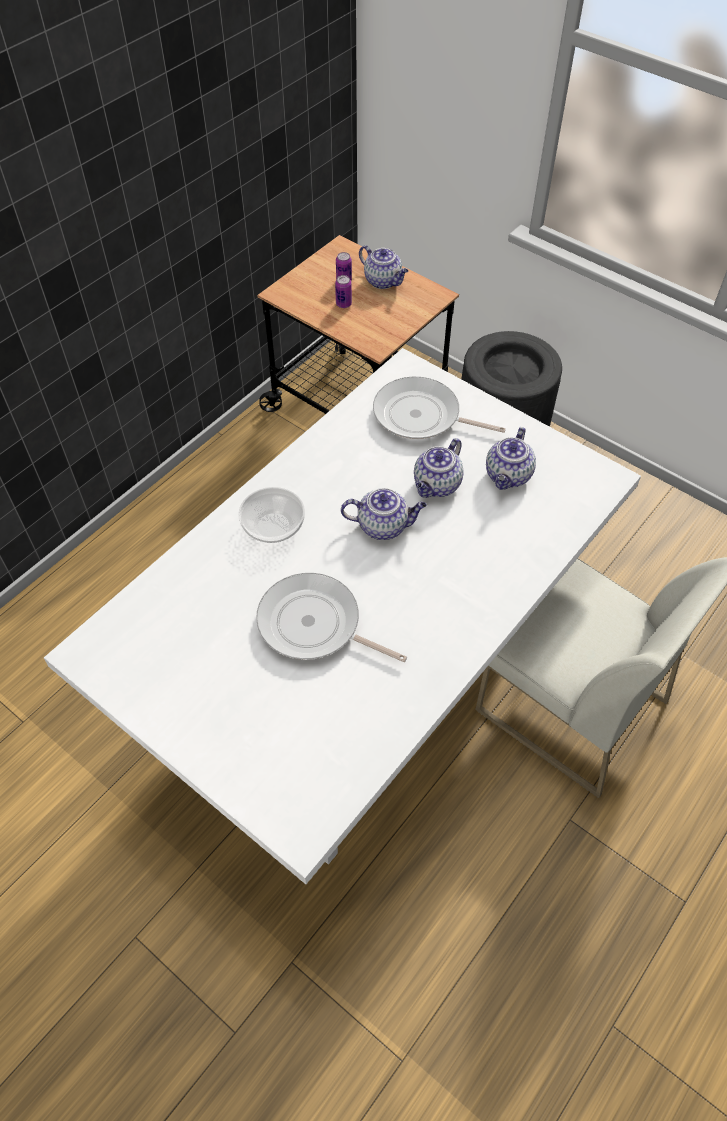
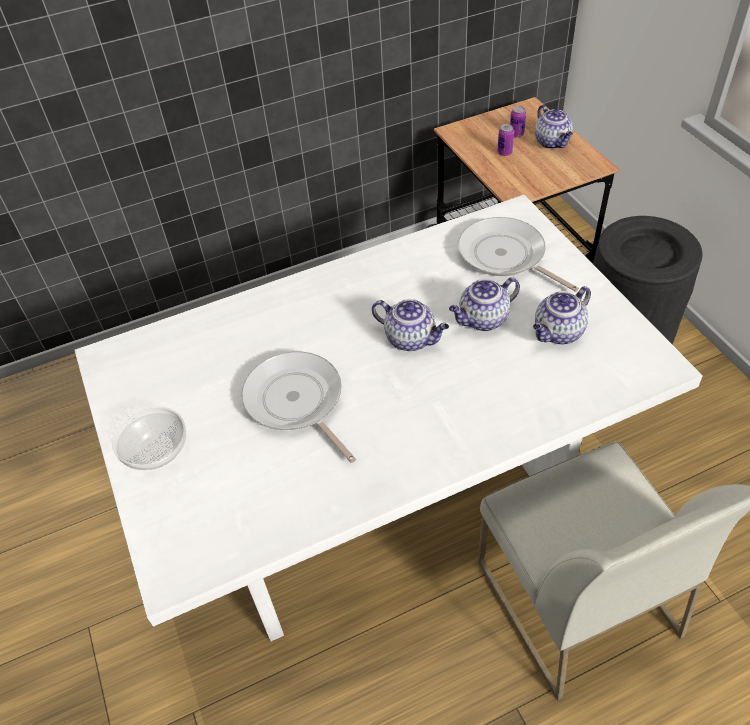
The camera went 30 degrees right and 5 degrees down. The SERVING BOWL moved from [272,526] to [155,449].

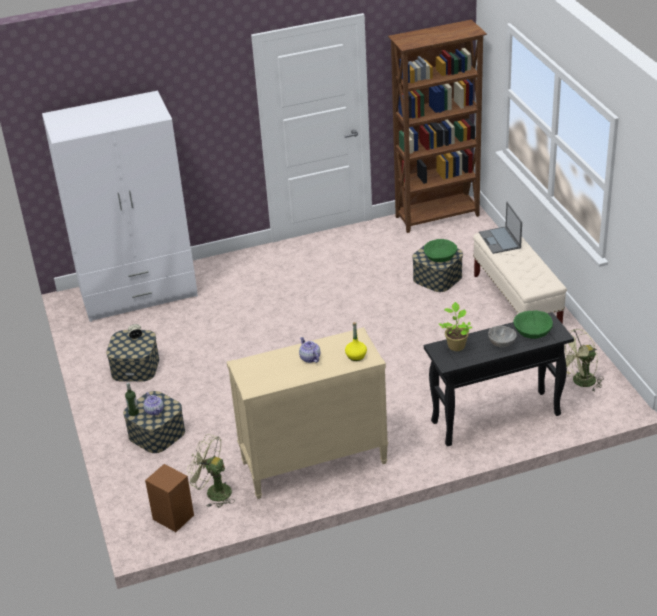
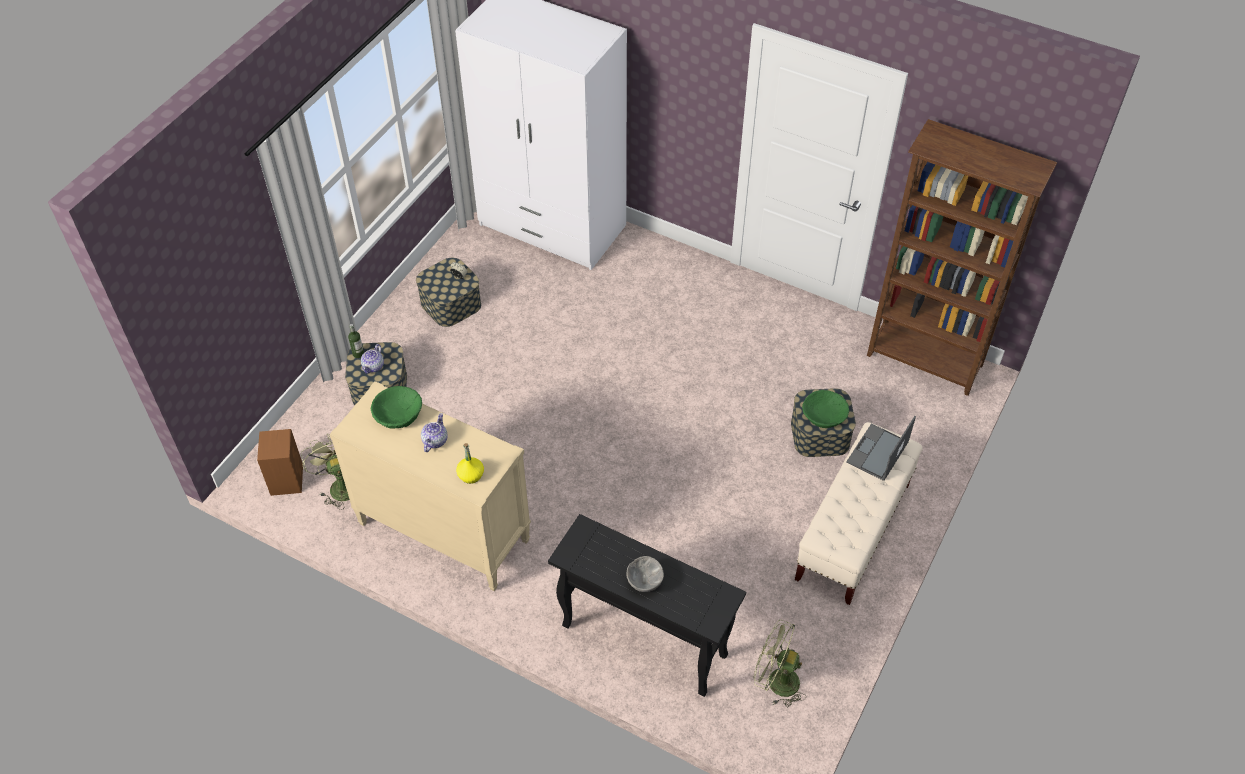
The camera went 45 degrees right and 15 degrees up. The POTTED PLANT at [456,345] disappeared. The GREEN-COLOURED SERVING BOWL moved from [532,331] to [398,414].

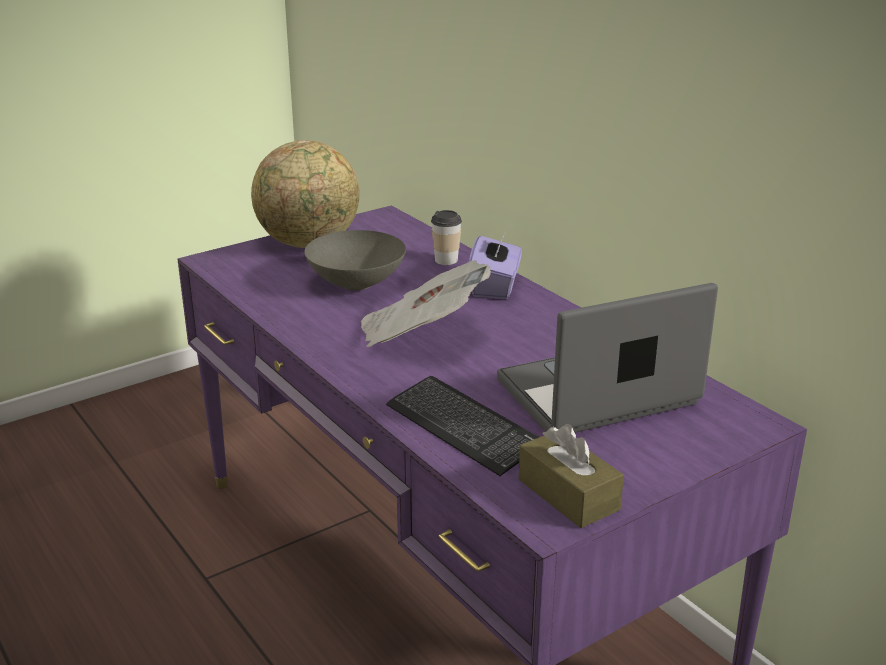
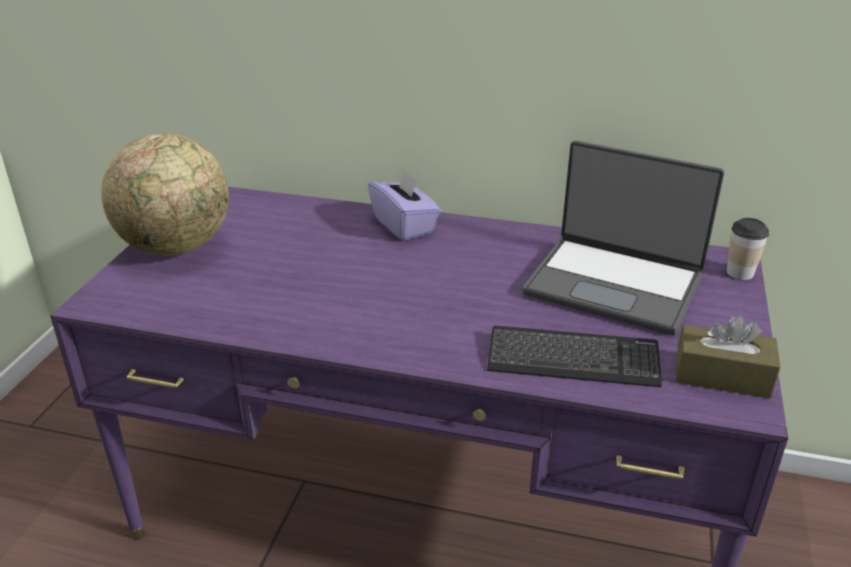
The camera went 40 degrees left and 5 degrees up. The GREY SERVING BOWL at [357,284] disappeared. The DAILY PAPER at [420,335] disappeared. The CUP moved from [446,260] to [740,272]. The NOTEBOOK COMPUTER at [598,395] turned 90 degrees counterclockwise.

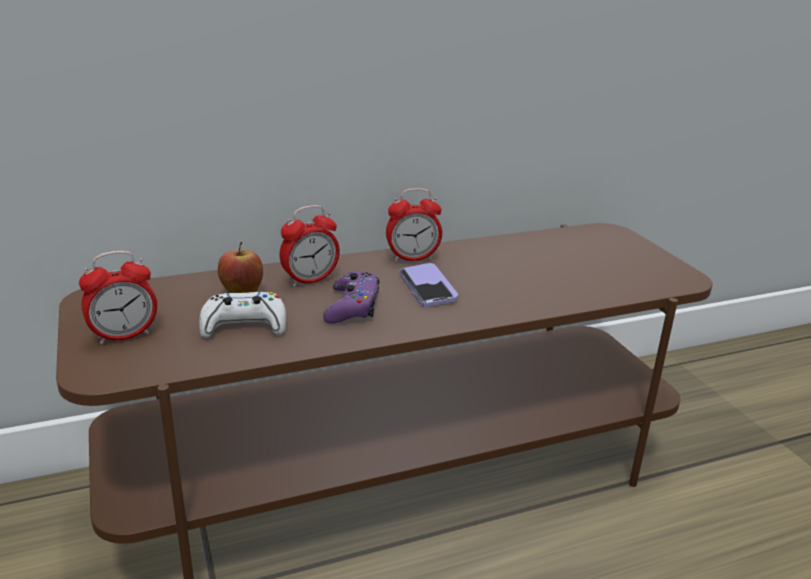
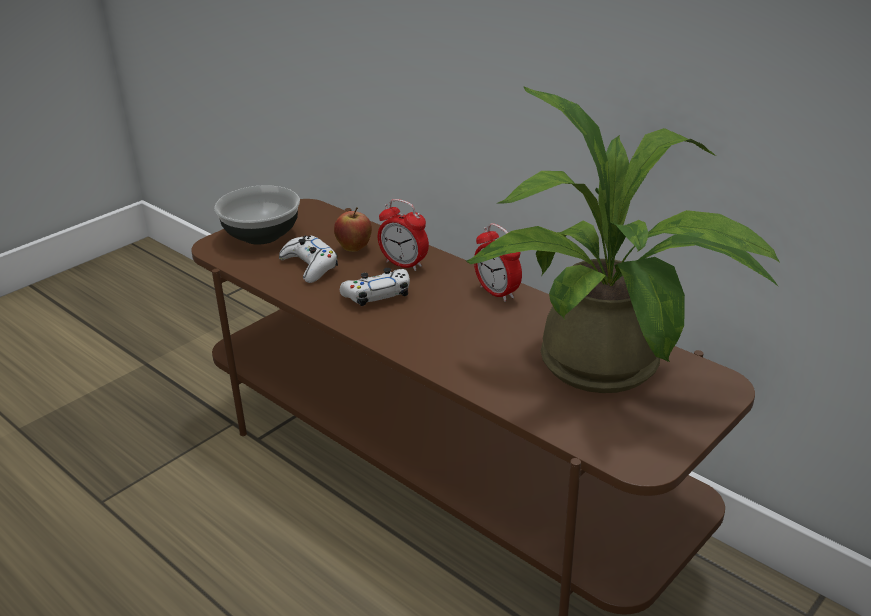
The camera went 65 degrees right and 5 degrees up. The PHONE at [427,287] disappeared. The POTTED PLANT at [609,372] appeared. The TABLE CLOCK at [124,336] was replaced by the SERVING BOWL at [262,235]. The PURPLE GAME CONTROLLER at [352,306] became the WHITISH GAME CONTROLLER at [377,294].

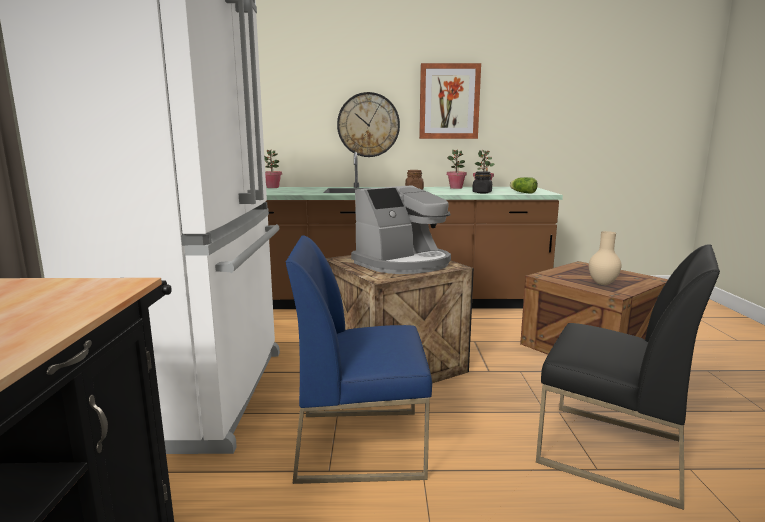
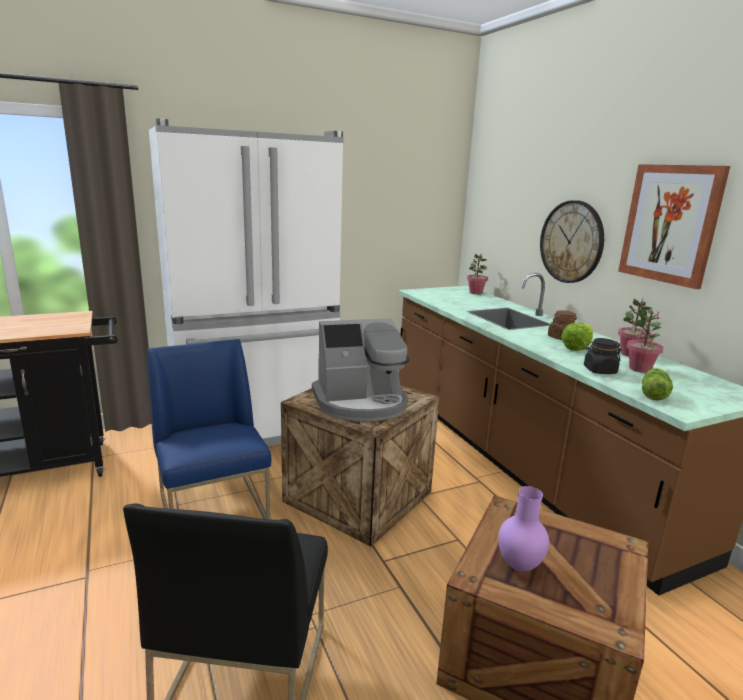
The camera went 65 degrees right and 5 degrees up. The LETTUCE at [576,347] appeared. The SAND-COLOURED FLOWER VASE at [603,283] became the PURPLE FLOWER VASE at [520,566]. The COFFEE BREWER at [403,263] turned 45 degrees counterclockwise.

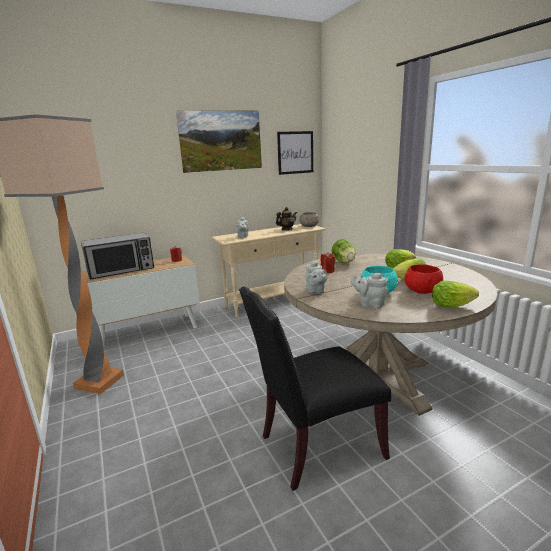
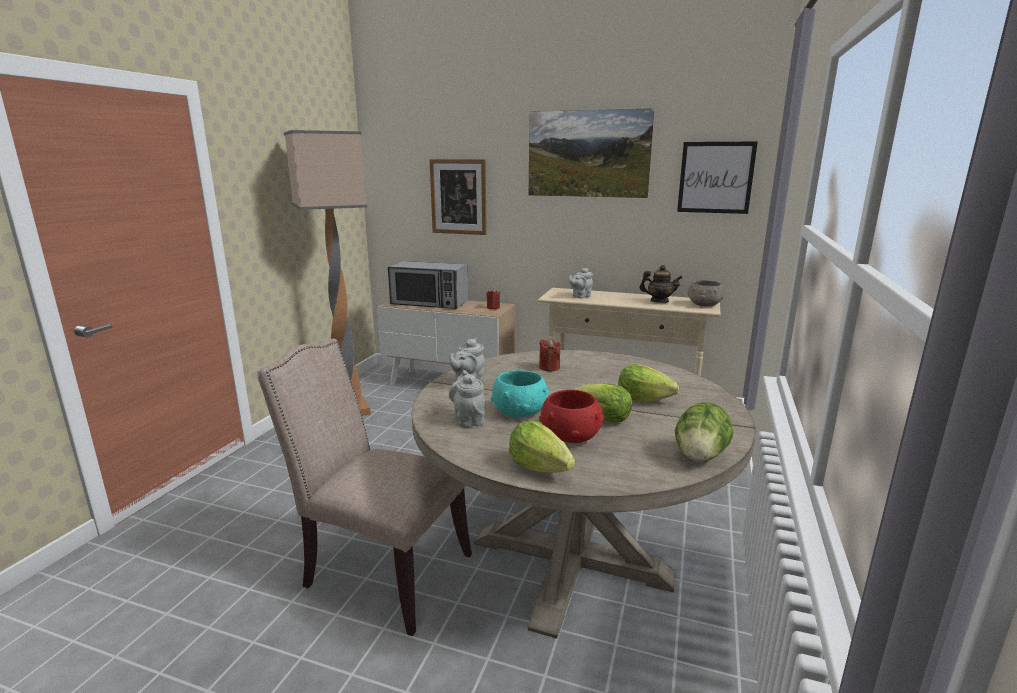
The camera went 45 degrees right and 0 degrees up. The WALL ART at [458,197] appeared. The LETTUCE moved from [344,262] to [700,456]. The BLACKISH CHAIR at [316,446] became the SAND-COLOURED CHAIR at [381,571].

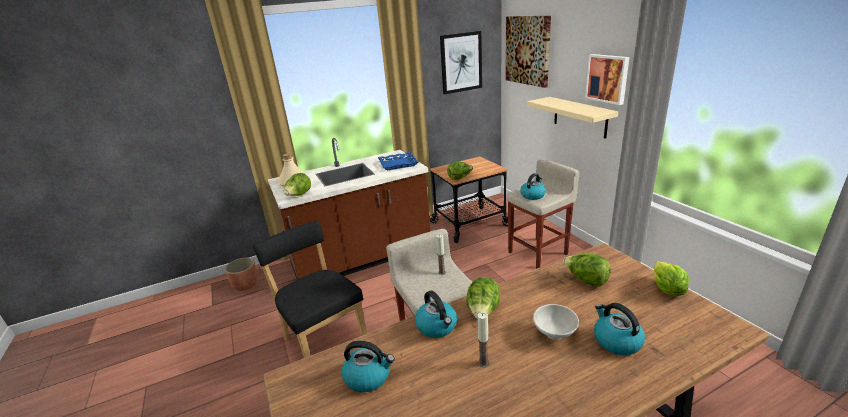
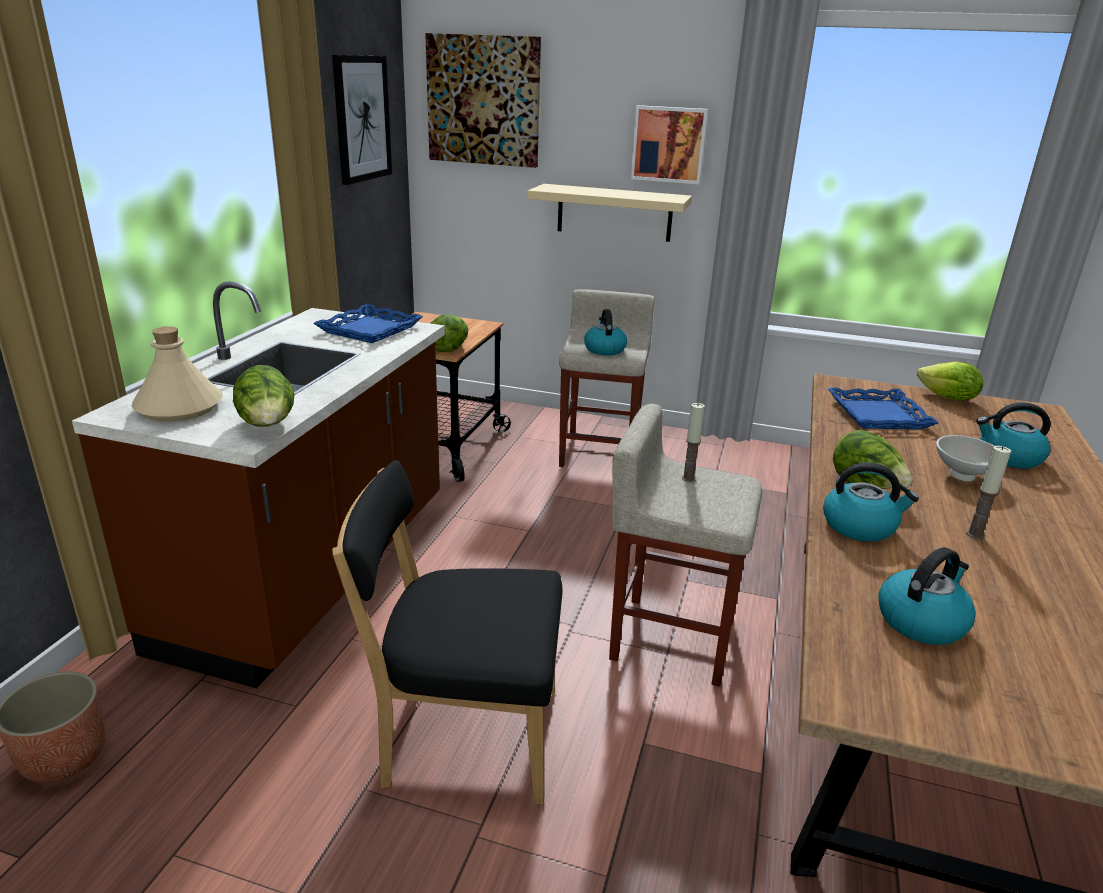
The camera went 50 degrees left and 0 degrees up. The LETTUCE at [585,280] was replaced by the BLUE-COLOURED TRAY at [879,415].

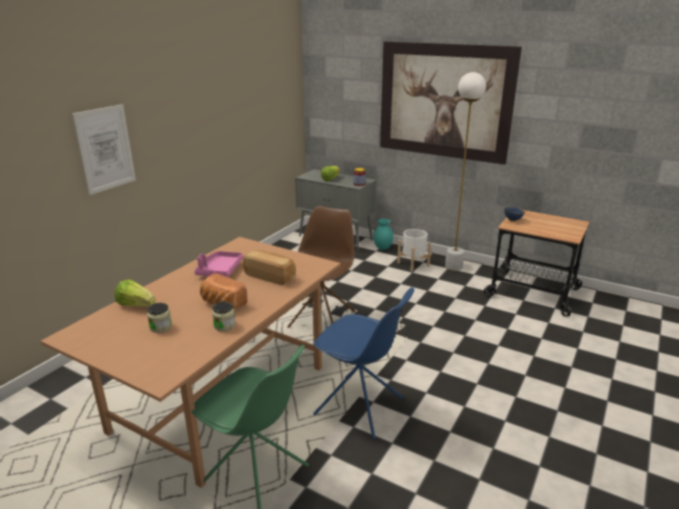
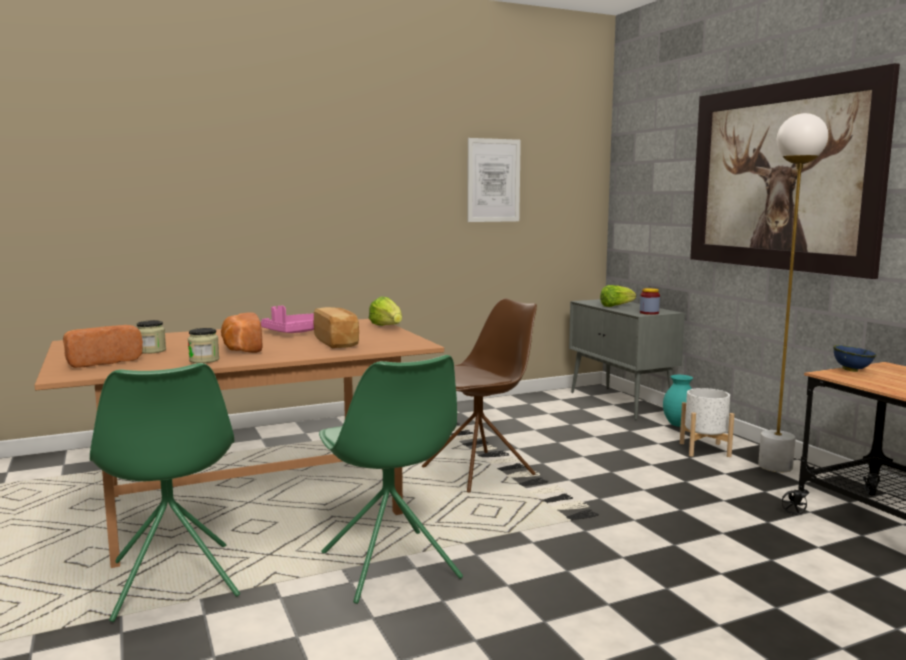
The camera went 35 degrees right and 15 degrees down. The BREAD at [102,361] appeared. The WALL ART moved from [105,149] to [493,180]. The LETTUCE moved from [136,305] to [387,327]. The BLUE-COLOURED CHAIR at [360,407] became the GREEN-COLOURED CHAIR at [390,567].

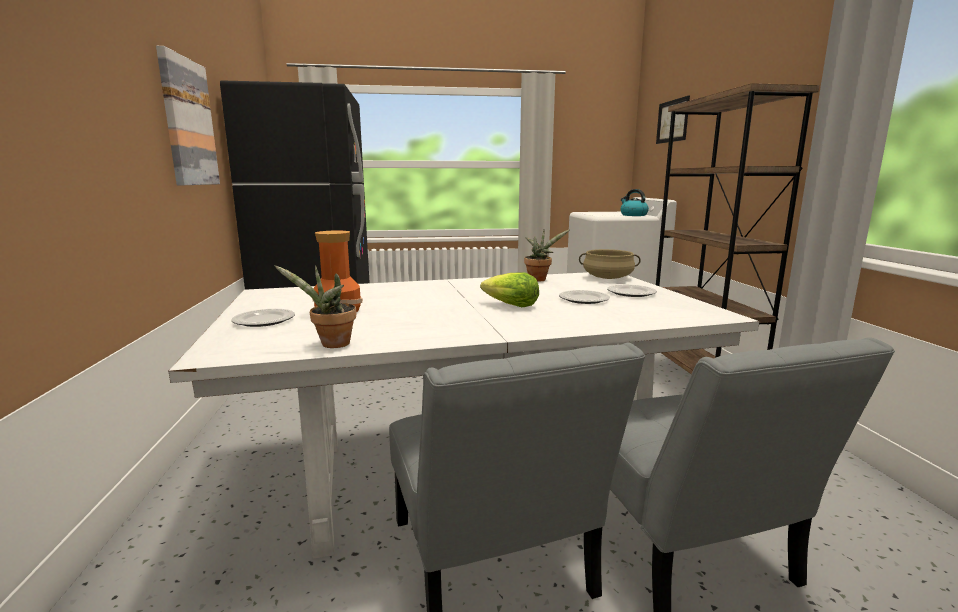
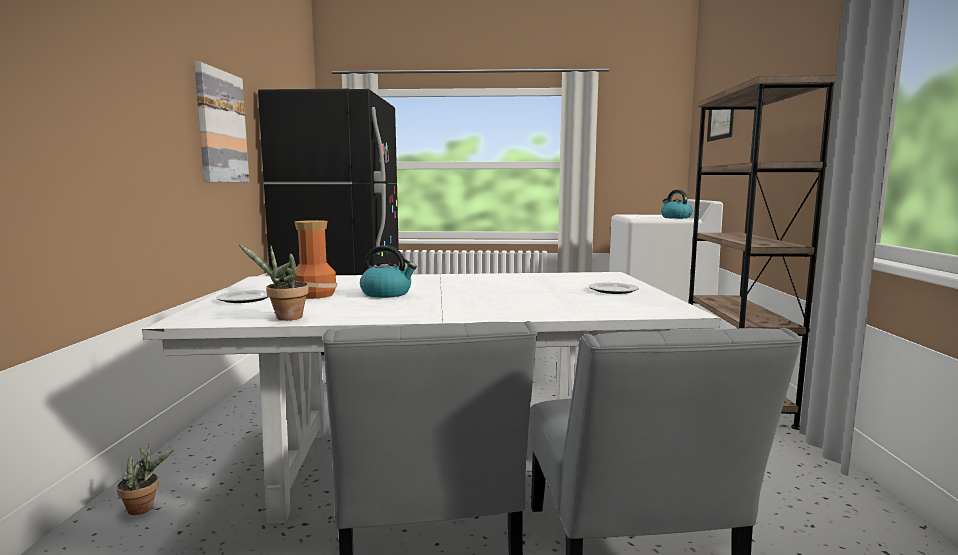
The camera went 10 degrees right and 5 degrees down. The LETTUCE at [510,305] disappeared. The DINNER PLATE at [583,299] disappeared. The SAND-COLOURED STOCKPOT at [607,278] disappeared. The TEA KETTLE at [387,293] appeared. The POTTED PLANT moved from [539,279] to [145,508].

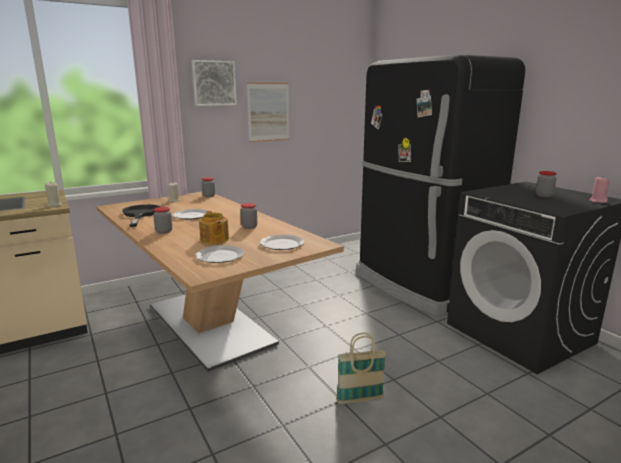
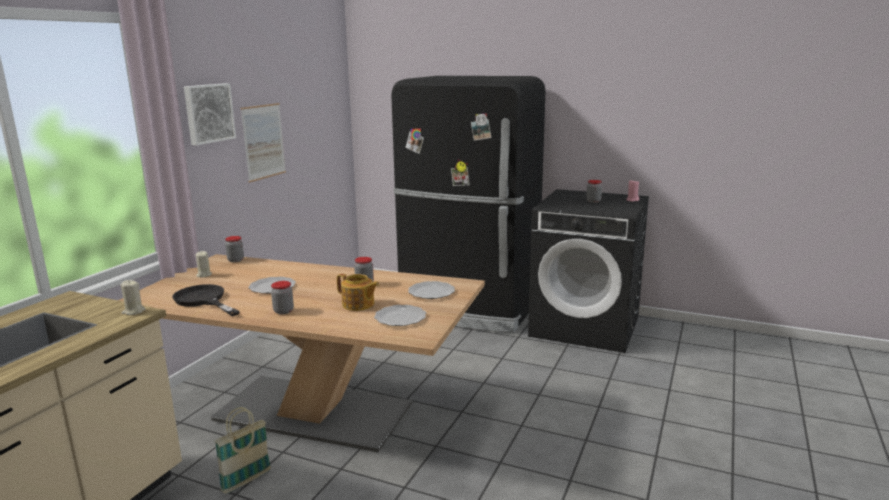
The camera went 35 degrees left and 0 degrees up. The STORAGE BASKET moved from [359,400] to [246,481].

